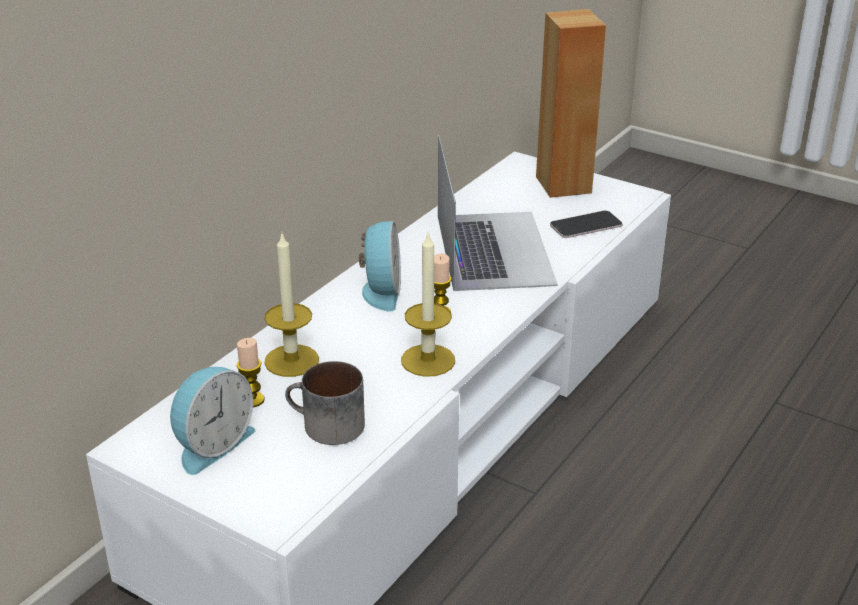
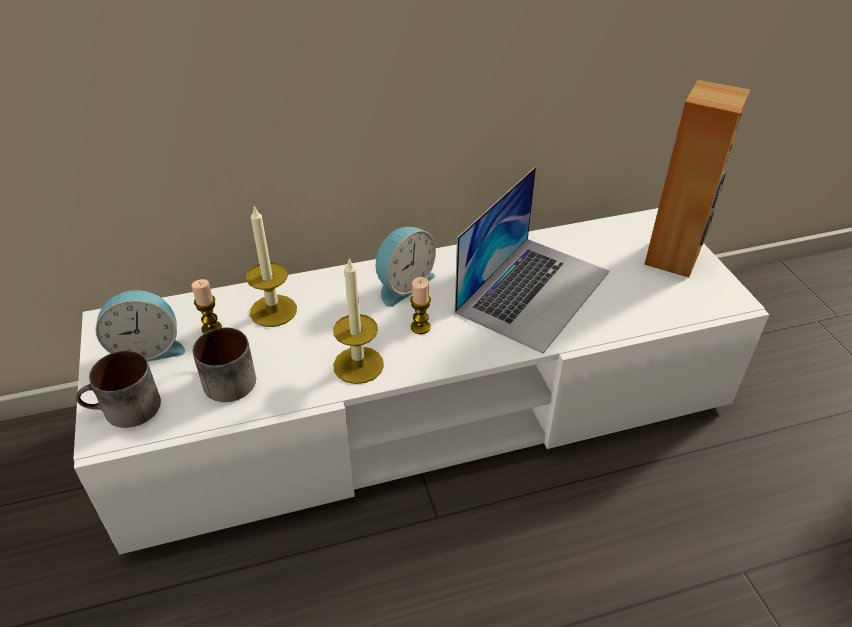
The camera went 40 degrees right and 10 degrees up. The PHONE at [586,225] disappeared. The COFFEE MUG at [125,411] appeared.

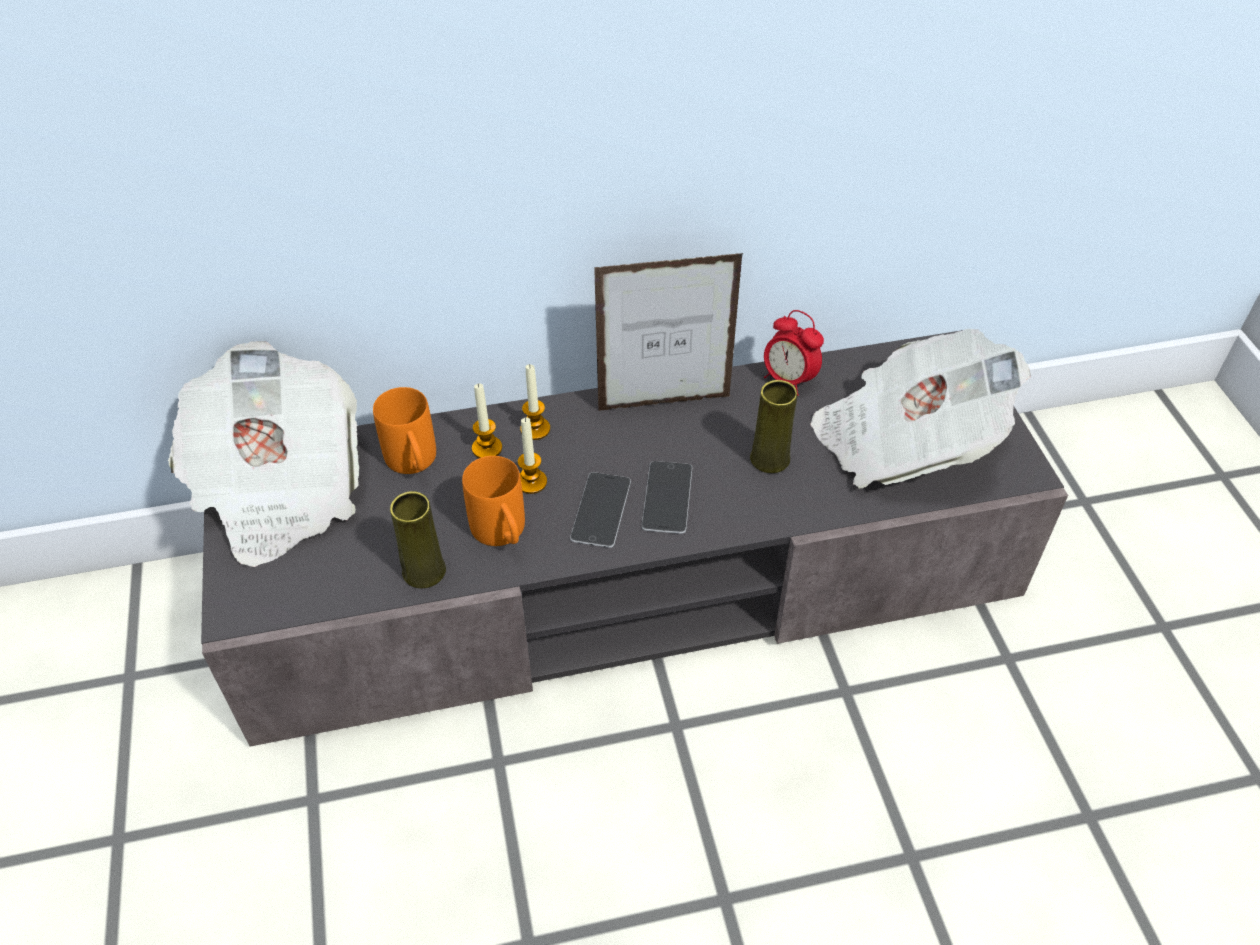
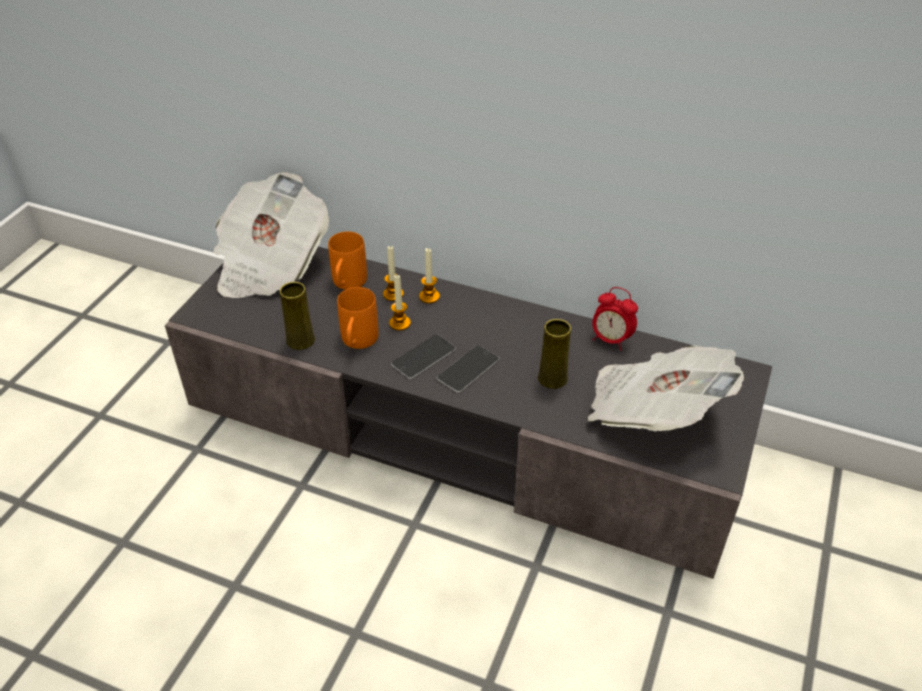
The camera went 35 degrees right and 5 degrees down. The STANDING FRAME at [664,403] disappeared. The TABLE CLOCK at [788,380] turned 45 degrees counterclockwise.

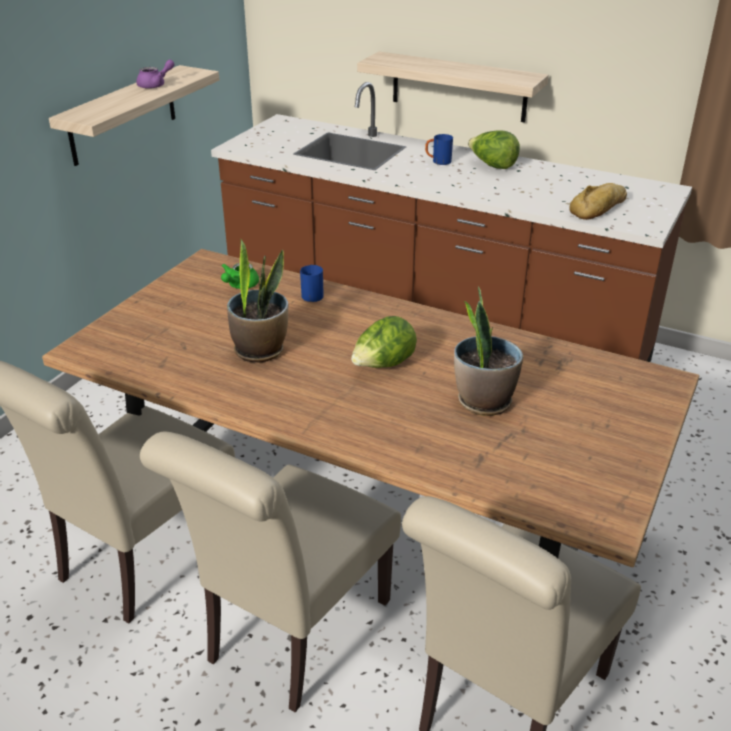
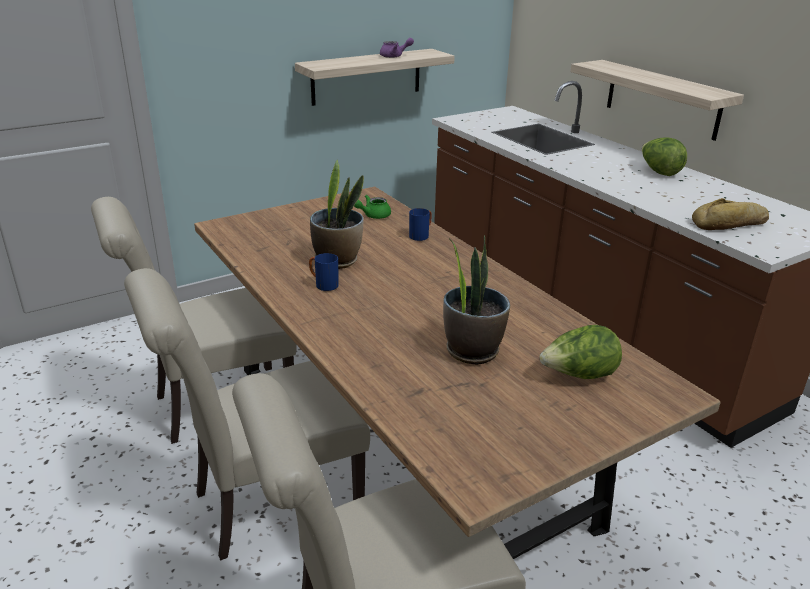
The camera went 30 degrees right and 5 degrees down. The LETTUCE moved from [383,366] to [578,376]. The BLUE-COLOURED COFFEE MUG moved from [438,162] to [323,285].

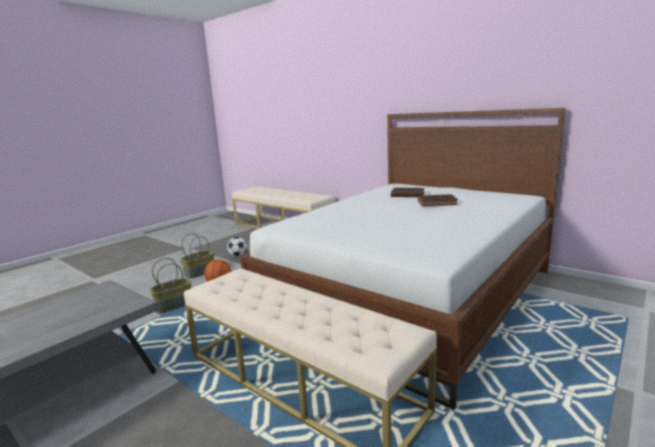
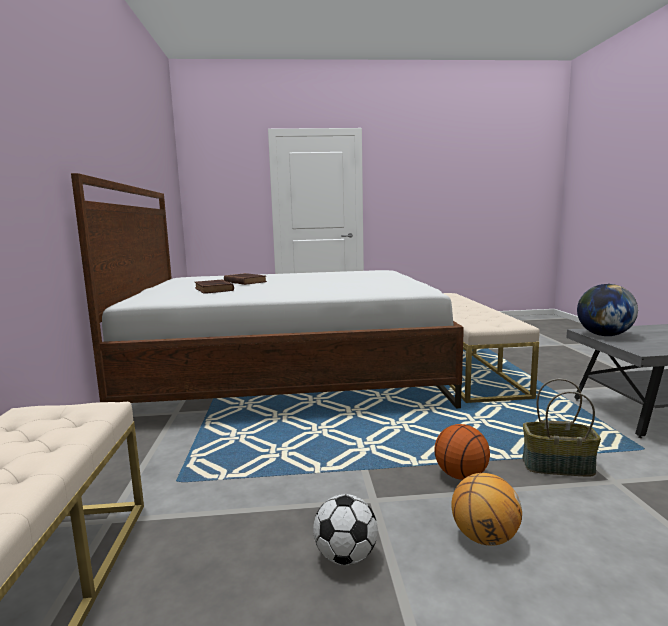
The camera went 135 degrees left and 5 degrees down. The DESK GLOBE at [604,335] appeared. The STORAGE BASKET at [200,272] was replaced by the BASKETBALL BALL at [484,537].

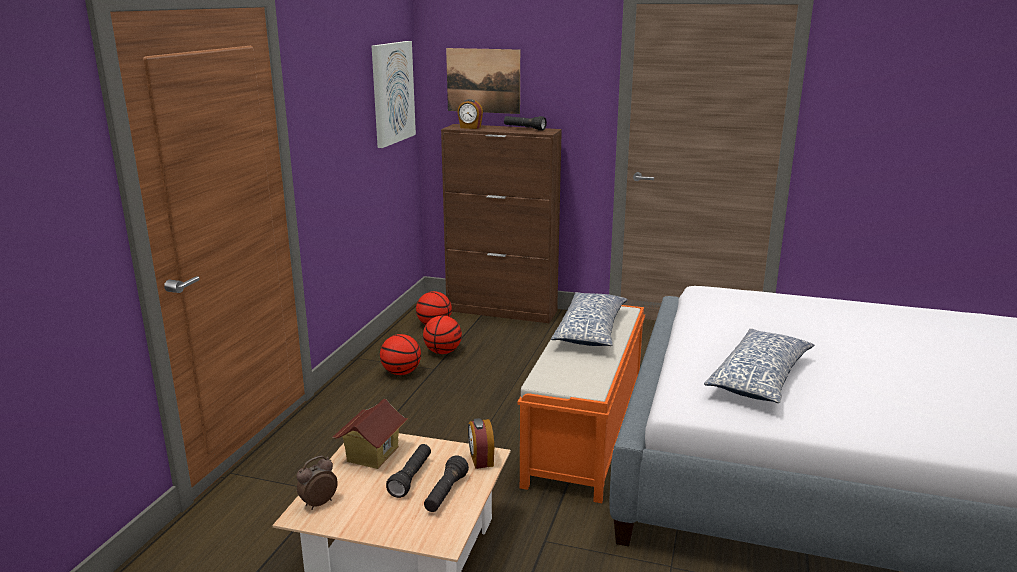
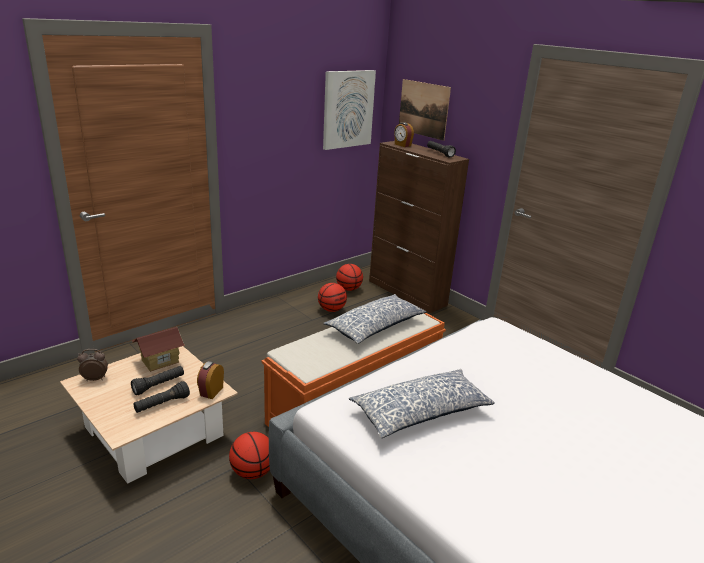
The camera went 30 degrees right and 5 degrees up. The BASKETBALL BALL moved from [401,372] to [252,472].

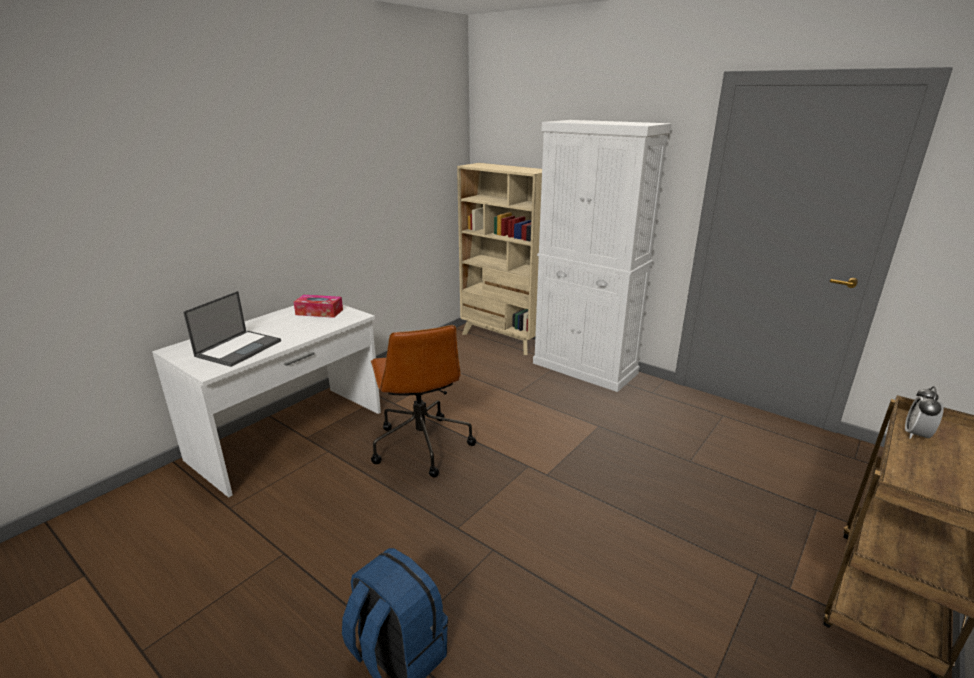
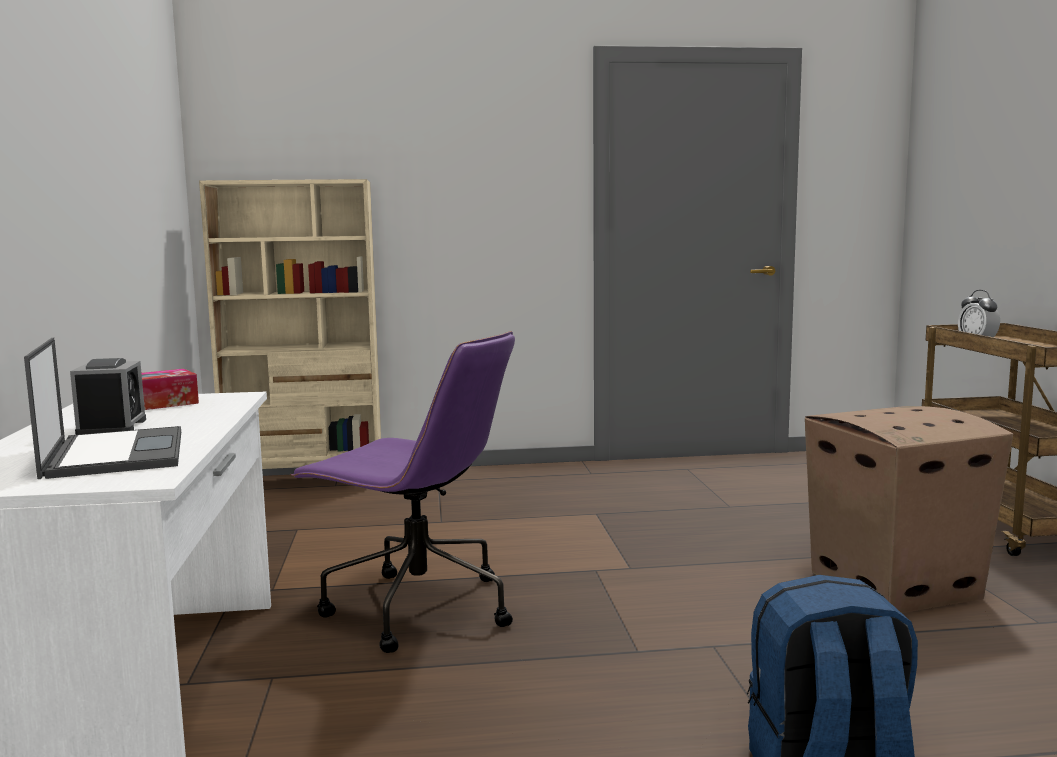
The camera went 45 degrees left and 15 degrees down. The WHITISH STORAGE CABINET at [585,368] disappeared. The TABLE CLOCK at [112,427] appeared. The CARDBOARD BOX at [892,586] appeared. The BROWNISH DESK CHAIR at [421,444] became the PURPLE DESK CHAIR at [416,608].

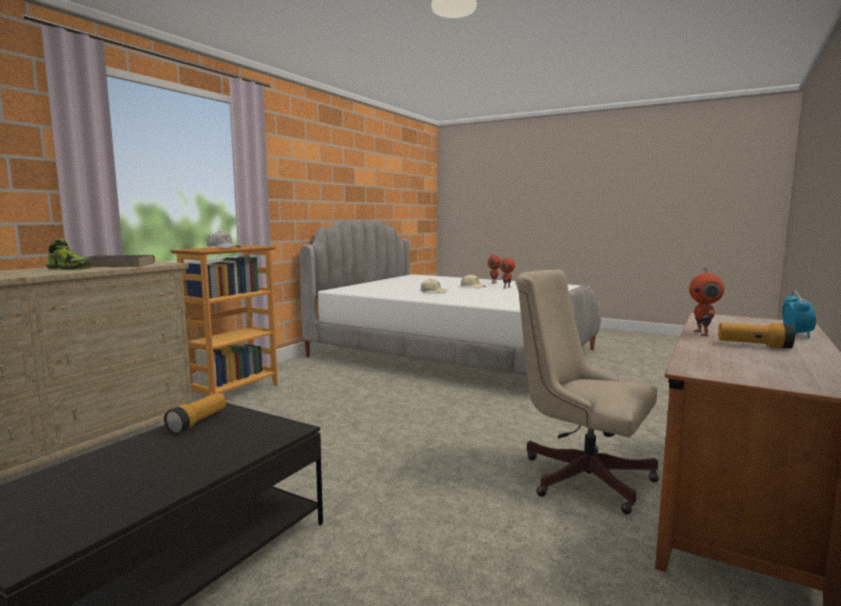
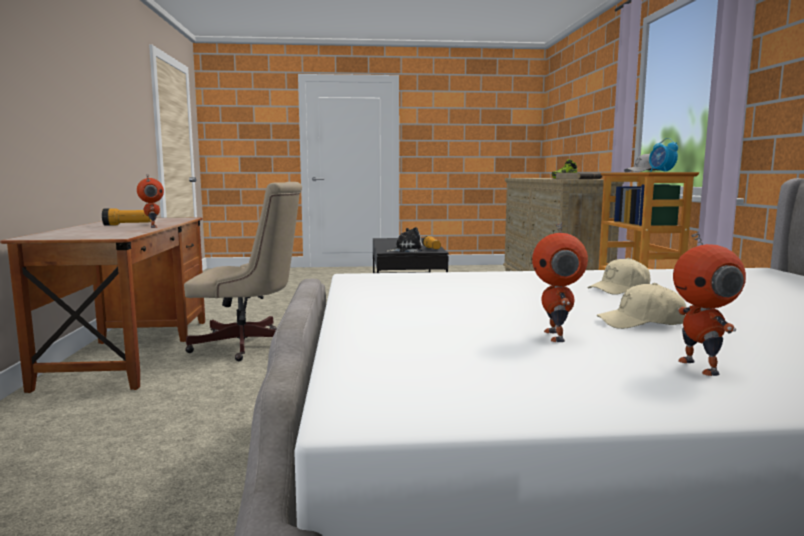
The camera went 145 degrees right and 0 degrees up. The PLUSH TOY at [406,250] appeared. The TABLE CLOCK moved from [796,335] to [661,172].

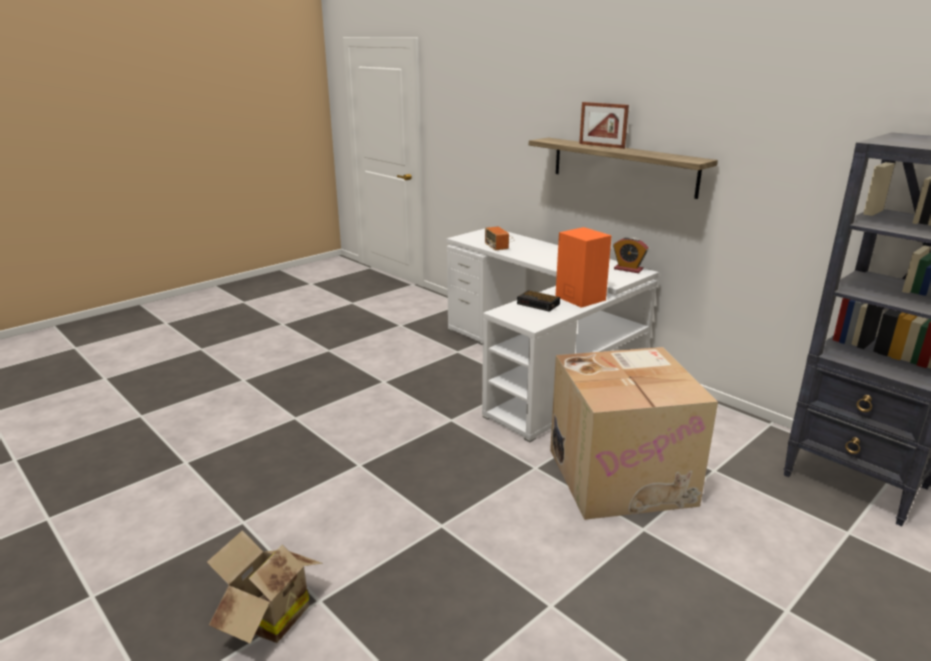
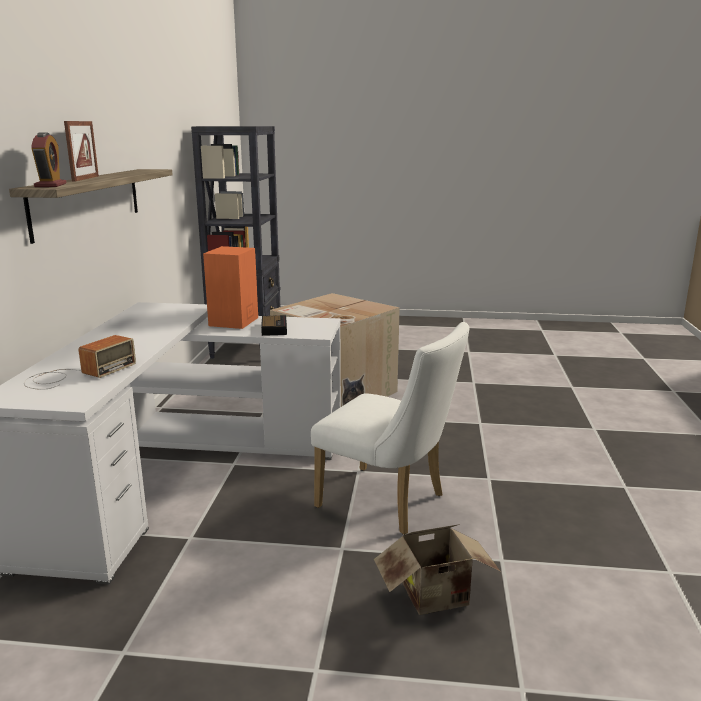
The camera went 130 degrees left and 5 degrees down. The WHITISH CHAIR at [389,503] appeared. The CARDBOARD BOX moved from [267,617] to [438,598]. The TABLE CLOCK moved from [628,269] to [50,185].

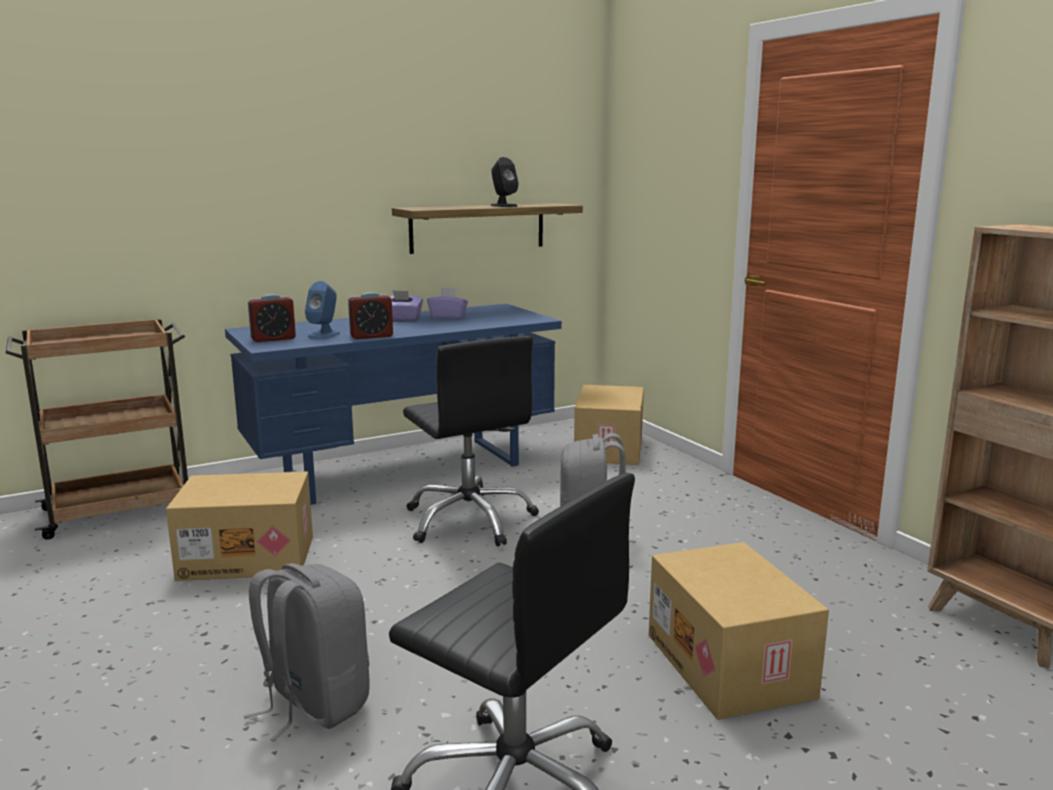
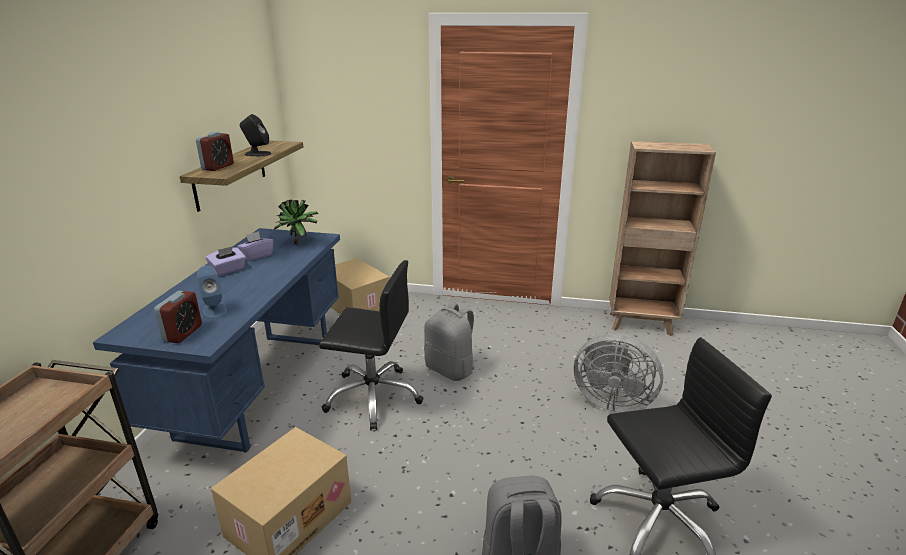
The camera went 50 degrees left and 10 degrees up. The POTTED PLANT at [300,243] appeared. The TABLE CLOCK moved from [371,336] to [218,167]. The CARDBOARD BOX at [731,666] was replaced by the GREY FAN at [610,400].

